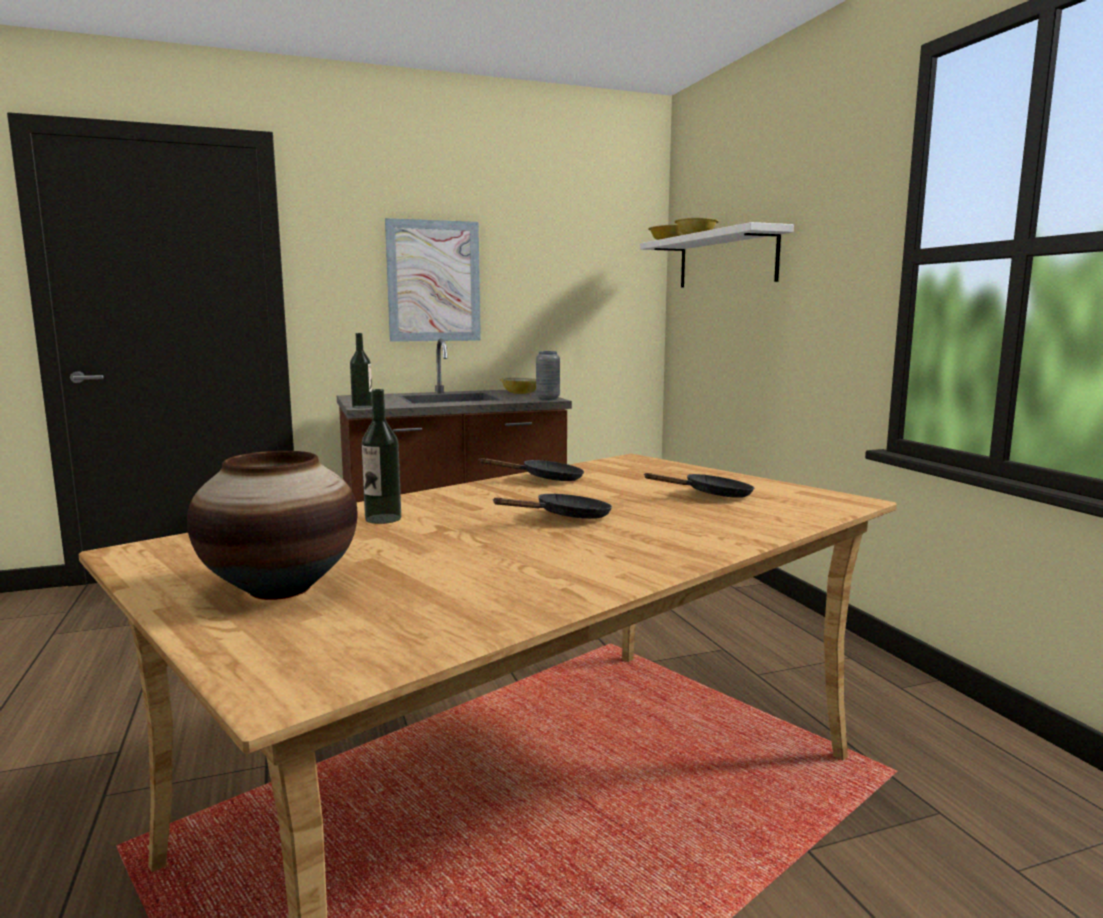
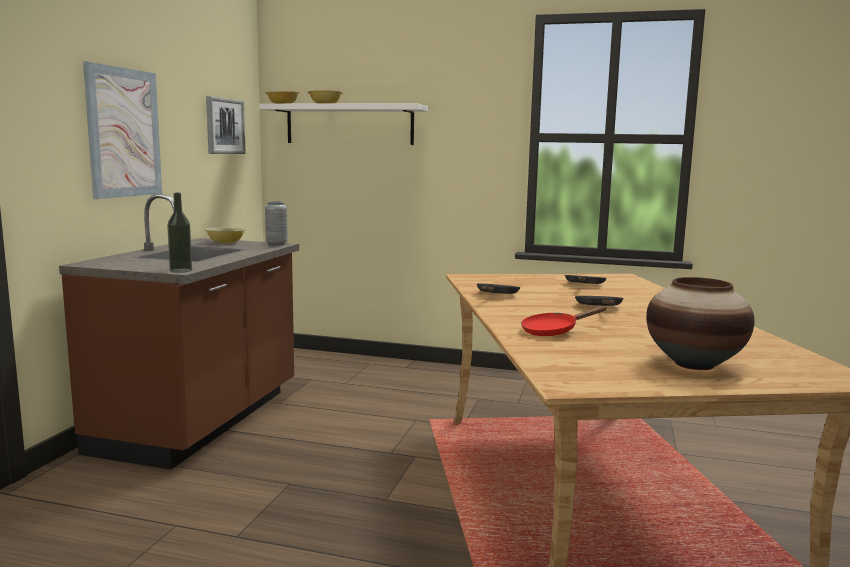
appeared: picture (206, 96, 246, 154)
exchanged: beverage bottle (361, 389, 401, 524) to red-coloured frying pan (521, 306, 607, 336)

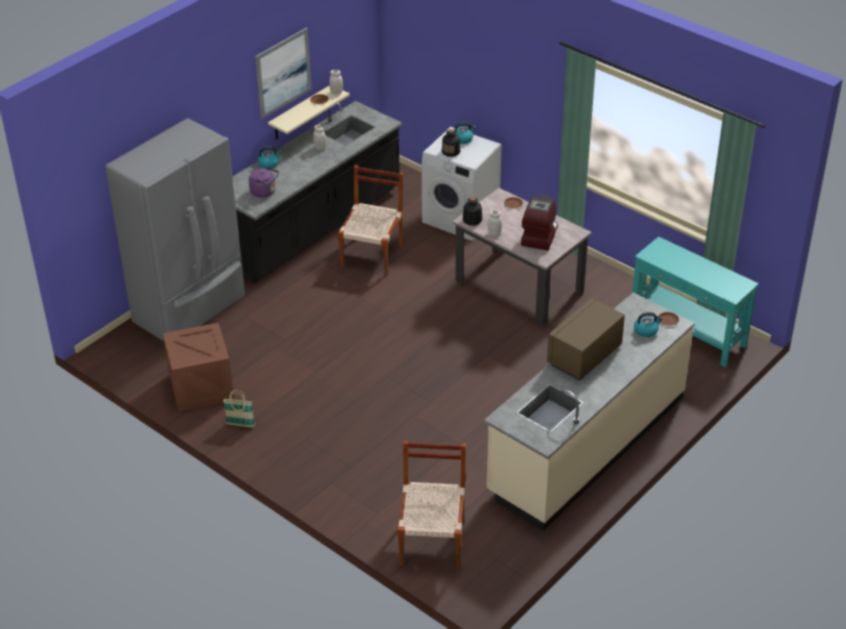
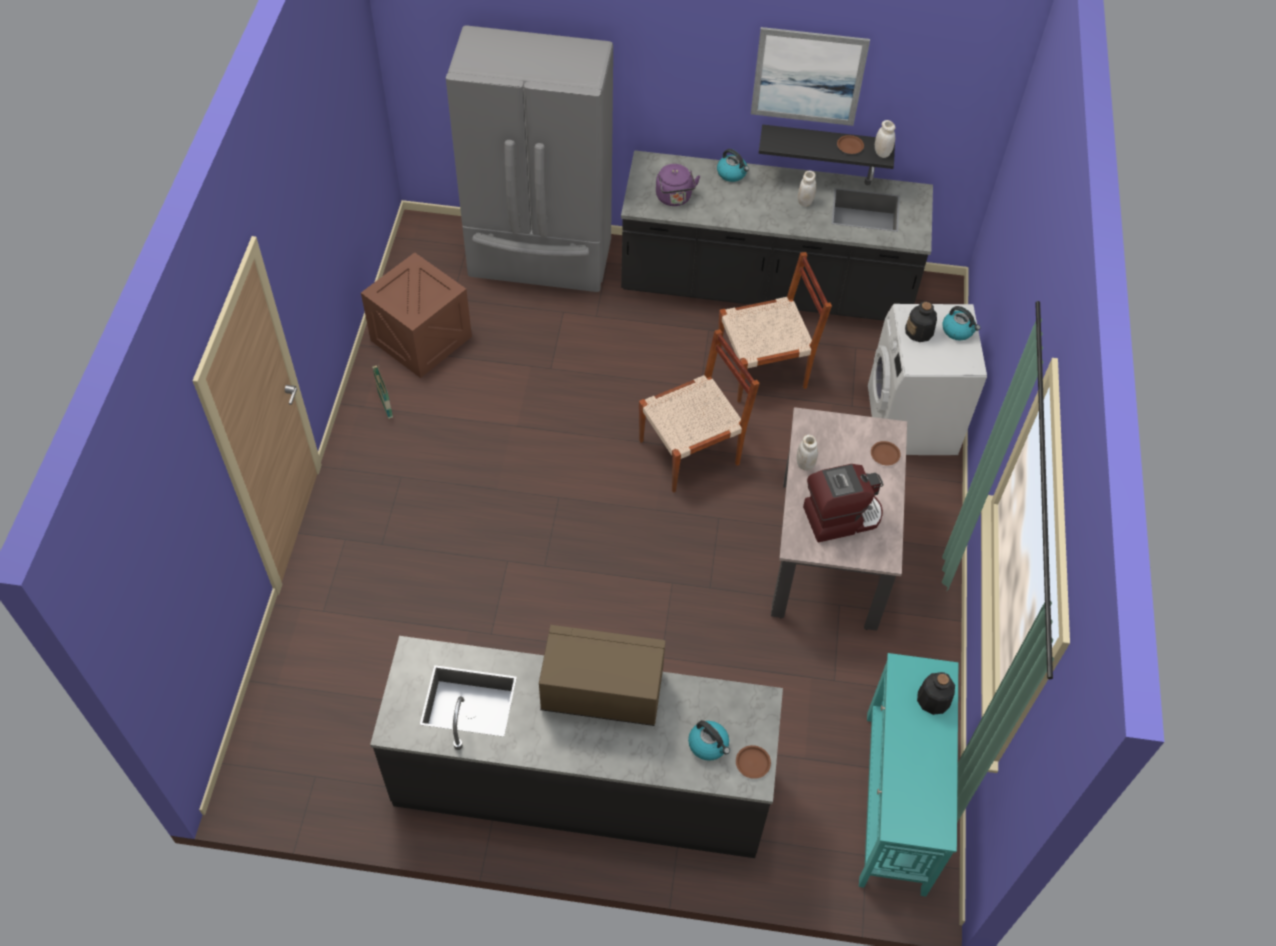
relocated: chair (398, 440, 466, 569) to (639, 329, 760, 493); beverage bottle (463, 197, 482, 226) to (917, 672, 955, 715)
colour: beige wall shelf (268, 86, 350, 139) to black-coloured wall shelf (759, 124, 895, 169); beige kitchen base unit (484, 293, 695, 531) to black-coloured kitchen base unit (370, 636, 783, 858)

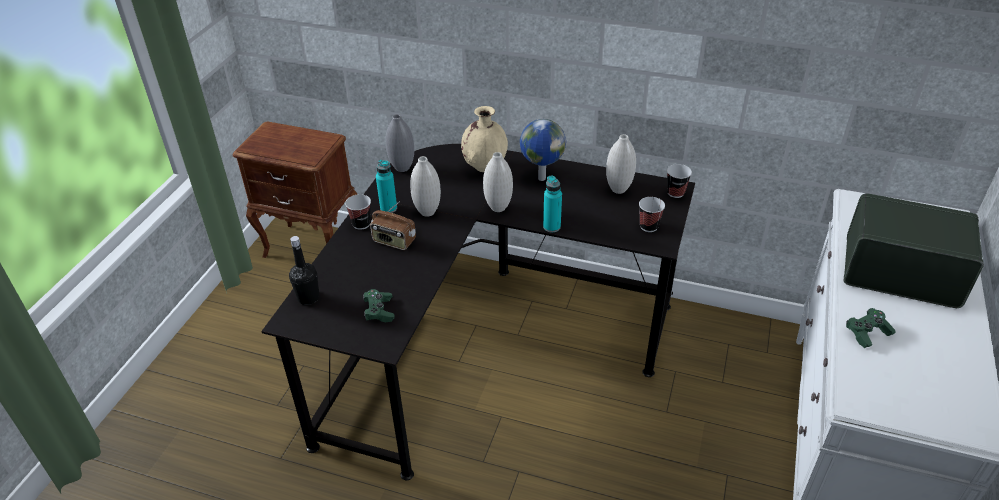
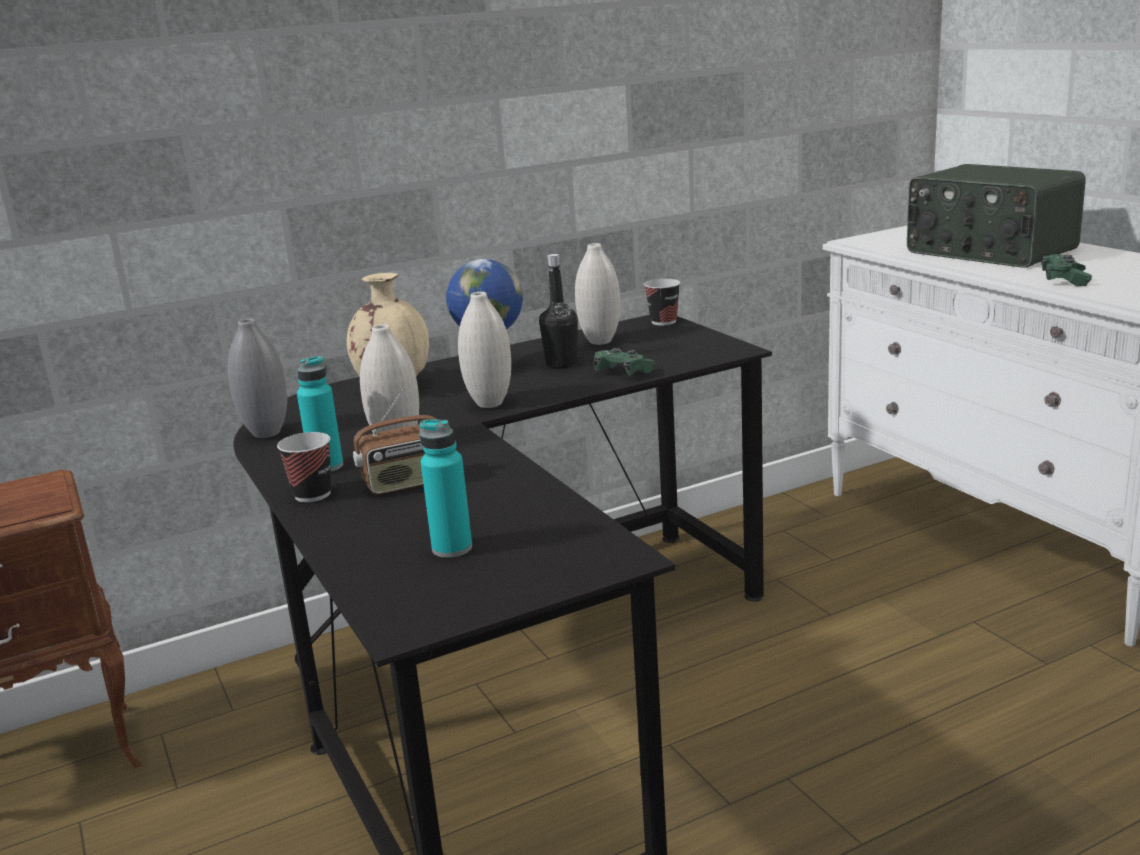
missing: drinking cup (639, 197, 665, 232)
relocated: black-coloured beverage bottle (289, 236, 319, 305) to (539, 254, 578, 368); green game controller (363, 289, 395, 322) to (593, 348, 655, 376); blue-green beverage bottle (543, 175, 562, 232) to (419, 419, 472, 558)
spun: radio (844, 193, 984, 308) = (907, 164, 1086, 268) 105 degrees counterclockwise

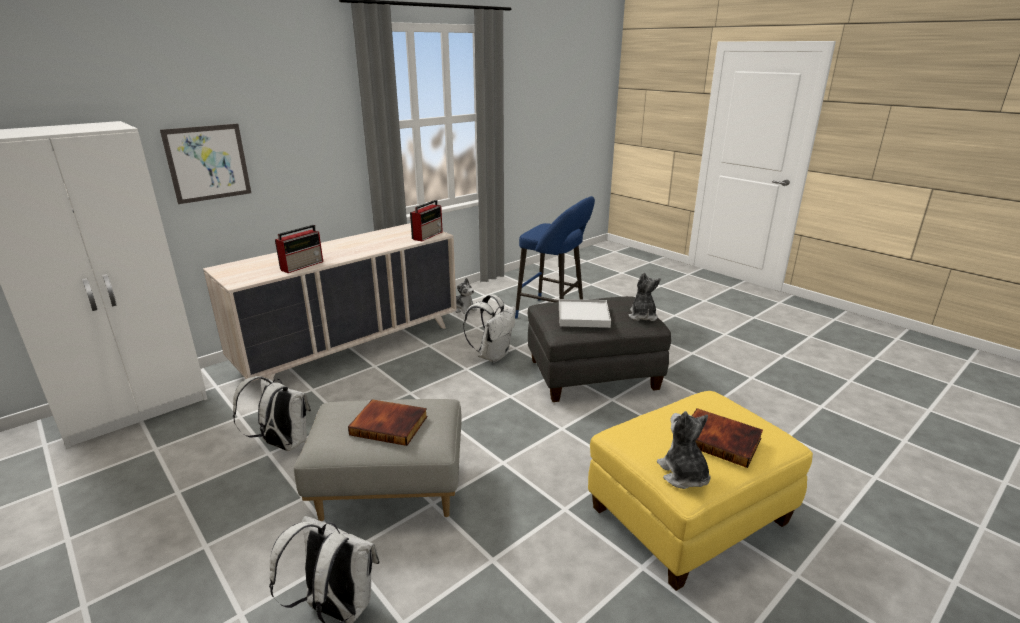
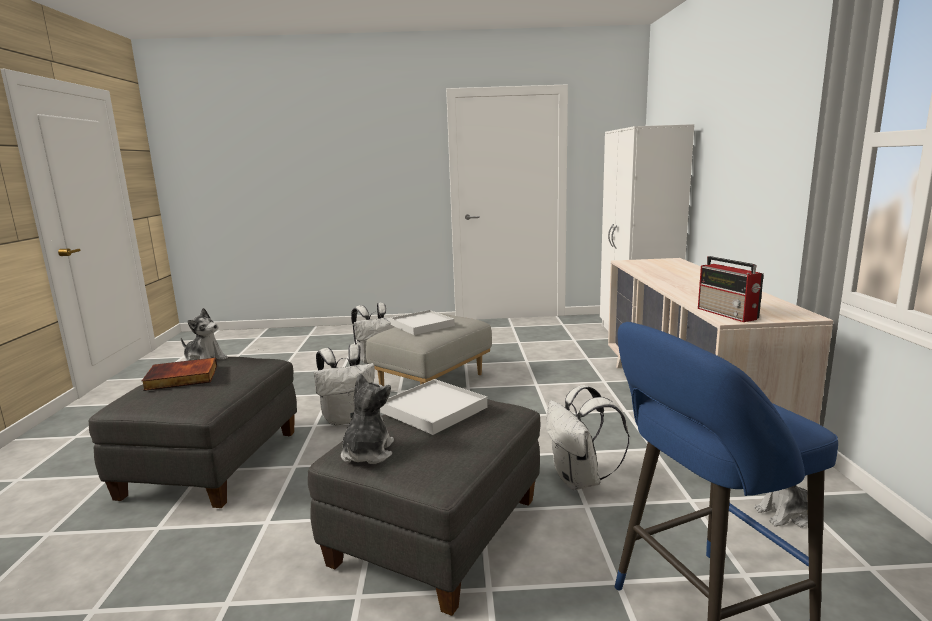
missing: picture (160, 124, 251, 204); radio (275, 225, 323, 273)
relocated: white-coloured rucksack (233, 376, 311, 451) to (314, 344, 375, 426)
exchanged: book (348, 399, 428, 446) to white-coloured carrying tray (390, 310, 455, 335)
colour: yellow-coloured pouffe (588, 391, 813, 591) to grey pouffe (88, 357, 297, 508)
spun: plush toy (629, 272, 661, 321) = (341, 373, 394, 464) 120 degrees counterclockwise

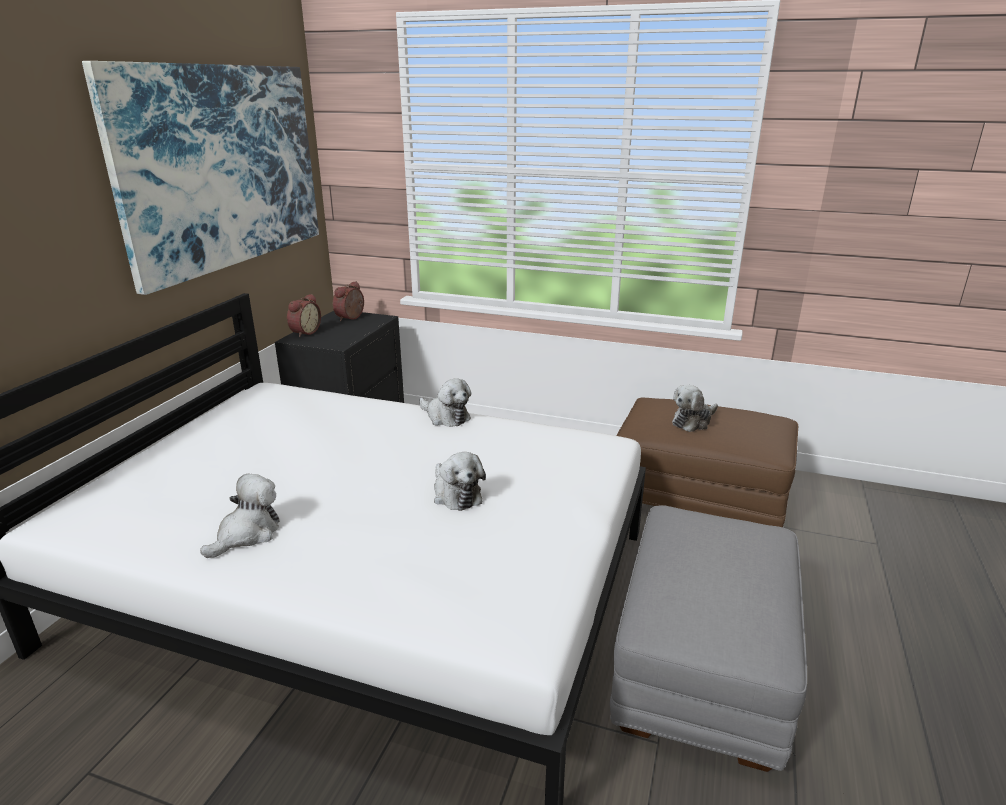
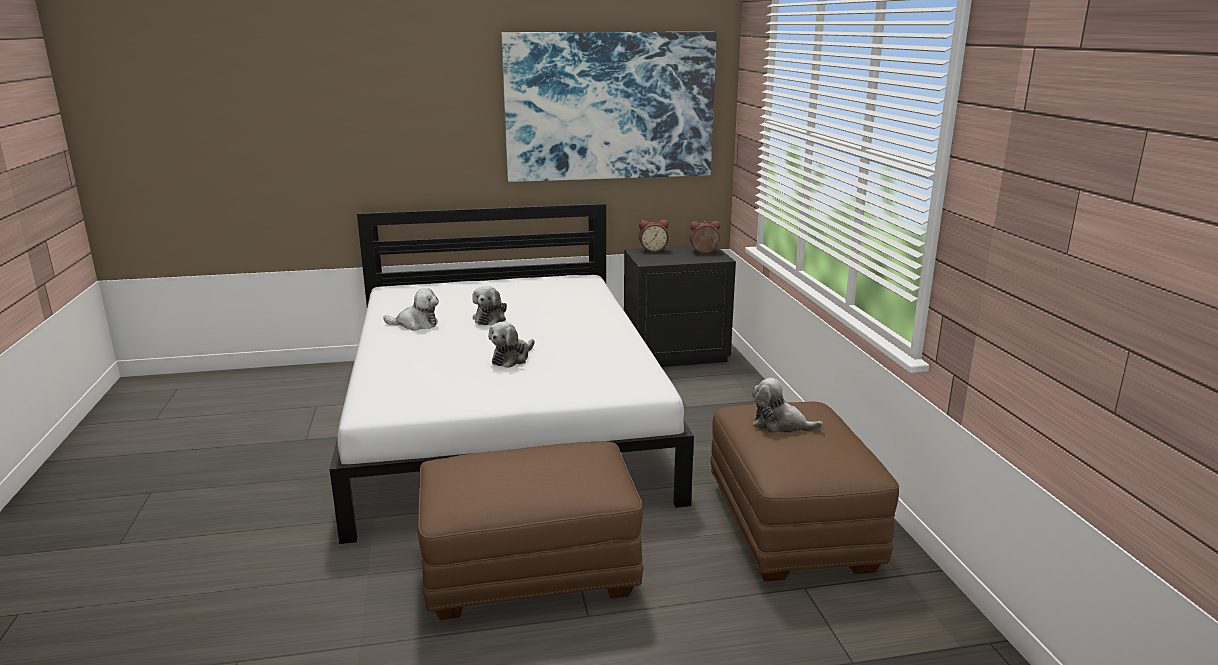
relocated: plush toy (419, 378, 471, 427) to (472, 286, 507, 325)
colour: grey pouffe (610, 506, 807, 772) to brown pouffe (418, 441, 643, 620)

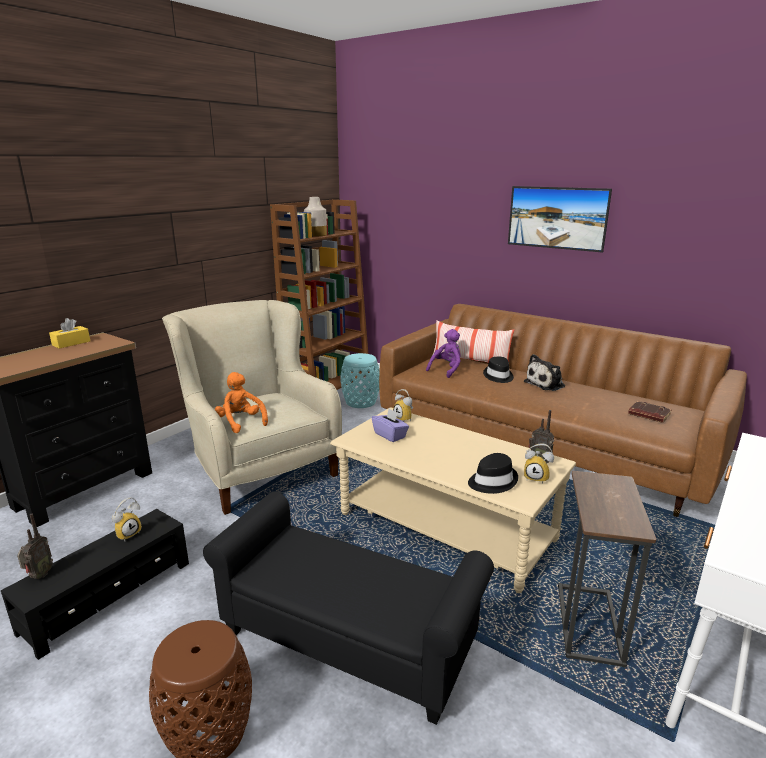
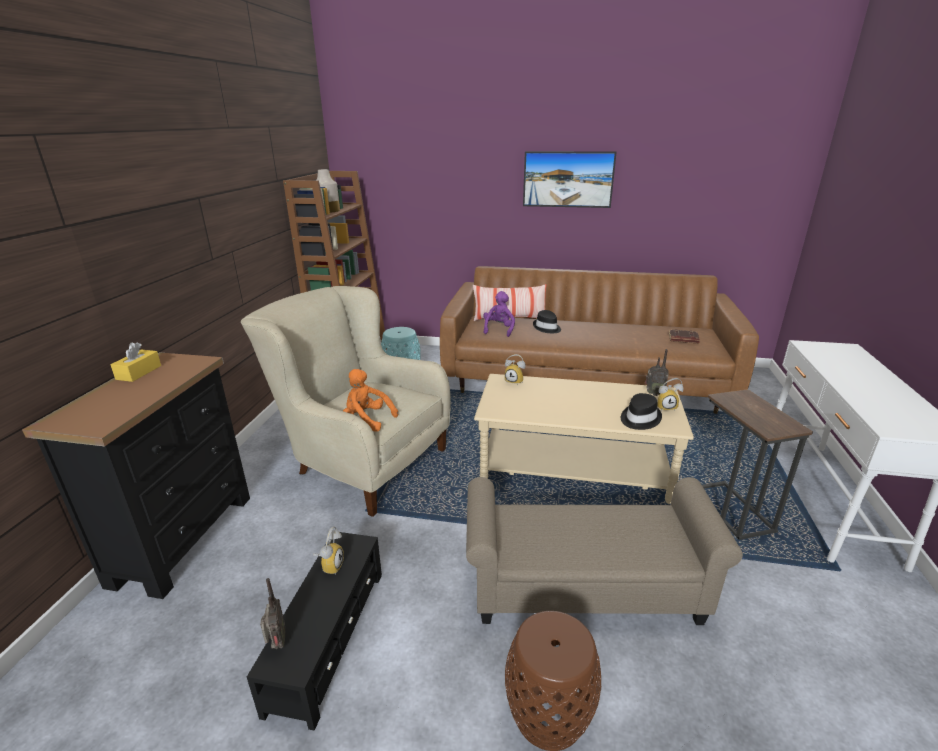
missing: purplish box of tissues (372, 409, 409, 442); plush toy (524, 354, 565, 391)
colour: black-coloured pouffe (203, 491, 494, 725) to beige pouffe (466, 477, 743, 625)

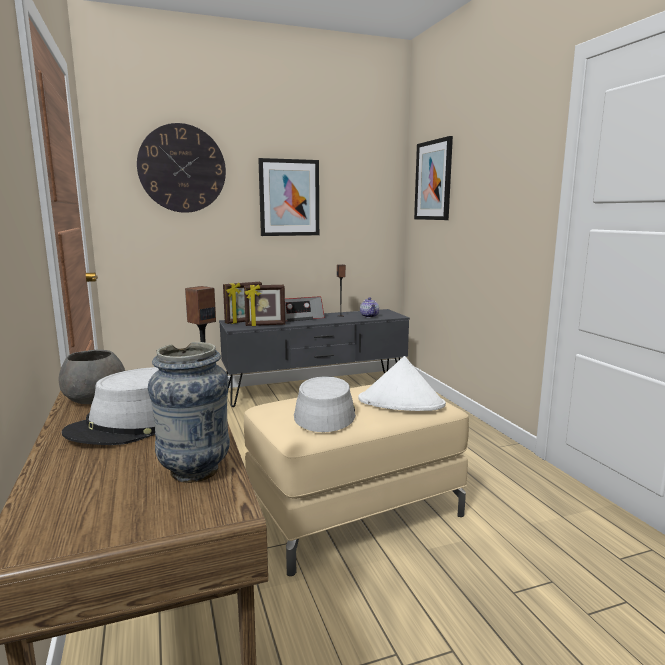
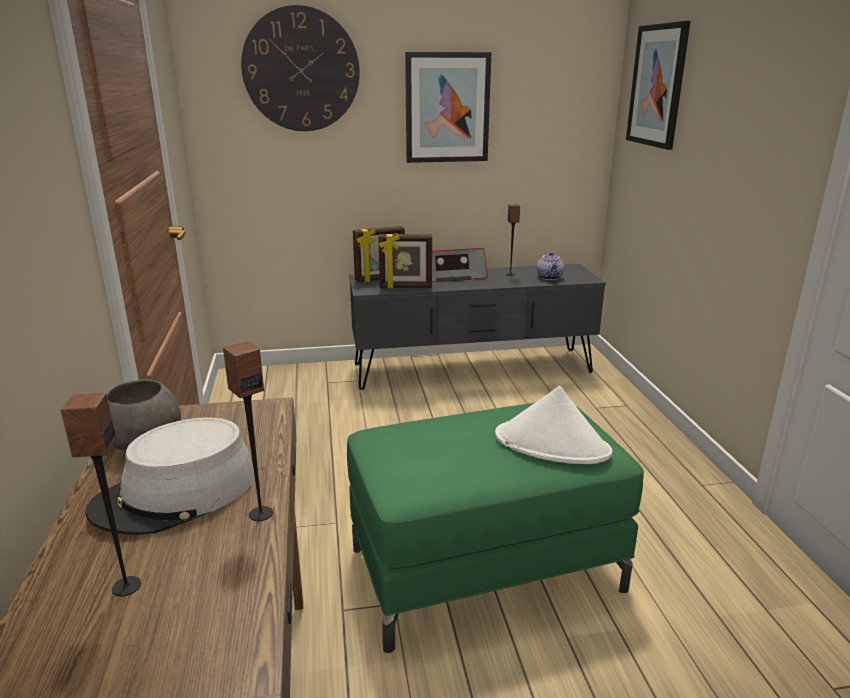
missing: flower vase (148, 342, 230, 483); grey wearable hat (294, 376, 356, 432)
appeared: loudspeaker (60, 393, 141, 597)
colour: beige pouffe (244, 385, 469, 576) to green pouffe (347, 403, 644, 653)

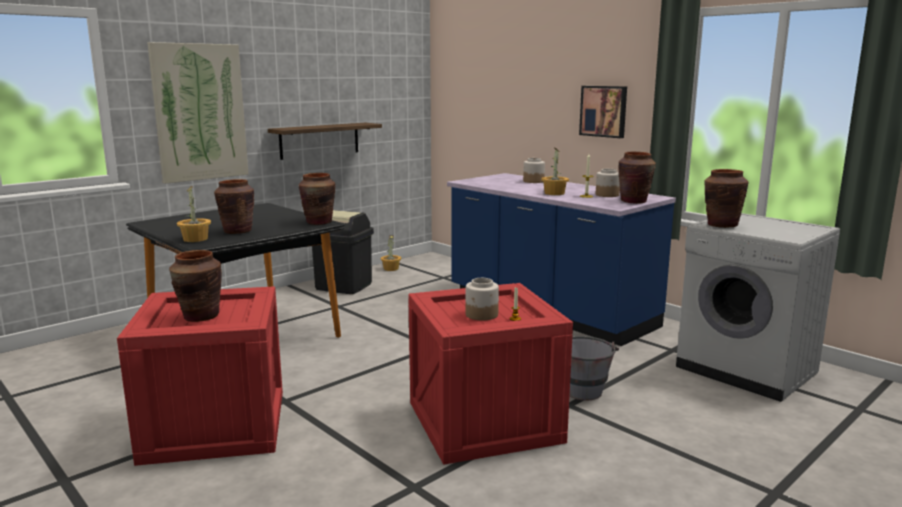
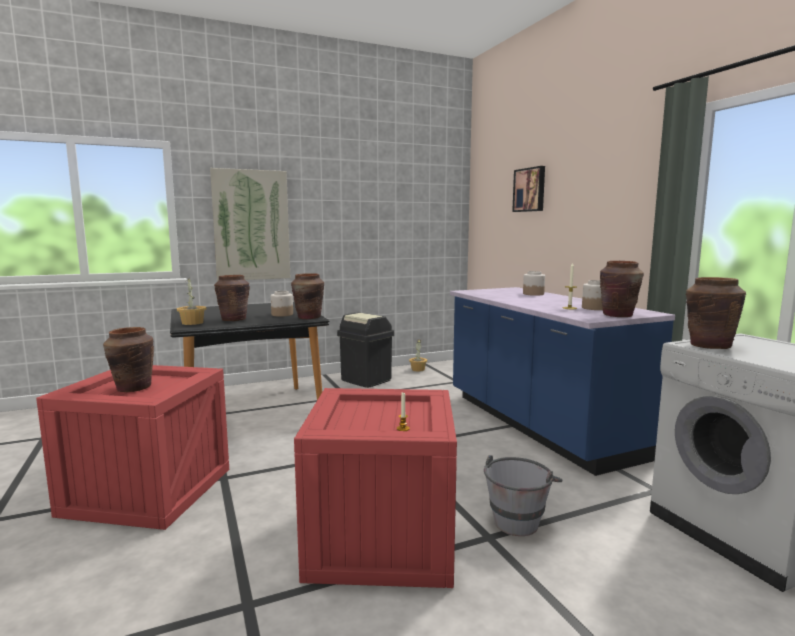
missing: wall shelf (268, 123, 382, 160); plant in a pot (541, 148, 569, 195)
relocated: jar (465, 278, 499, 321) to (271, 291, 293, 317); picture (579, 86, 627, 138) to (512, 166, 545, 212)

